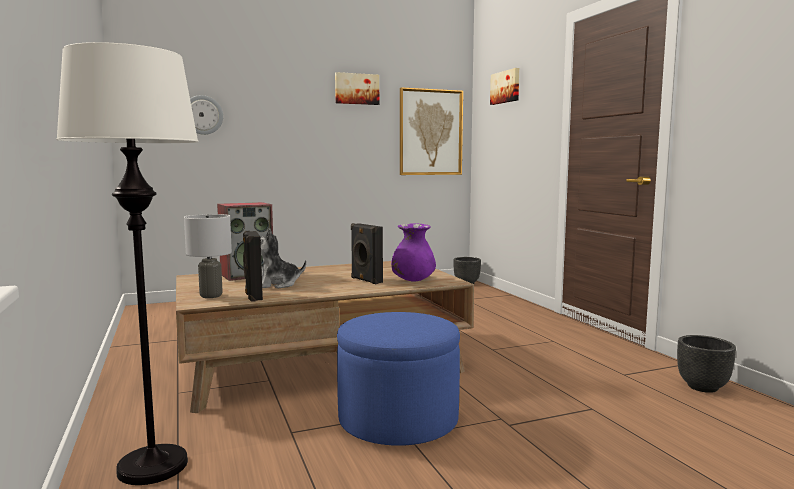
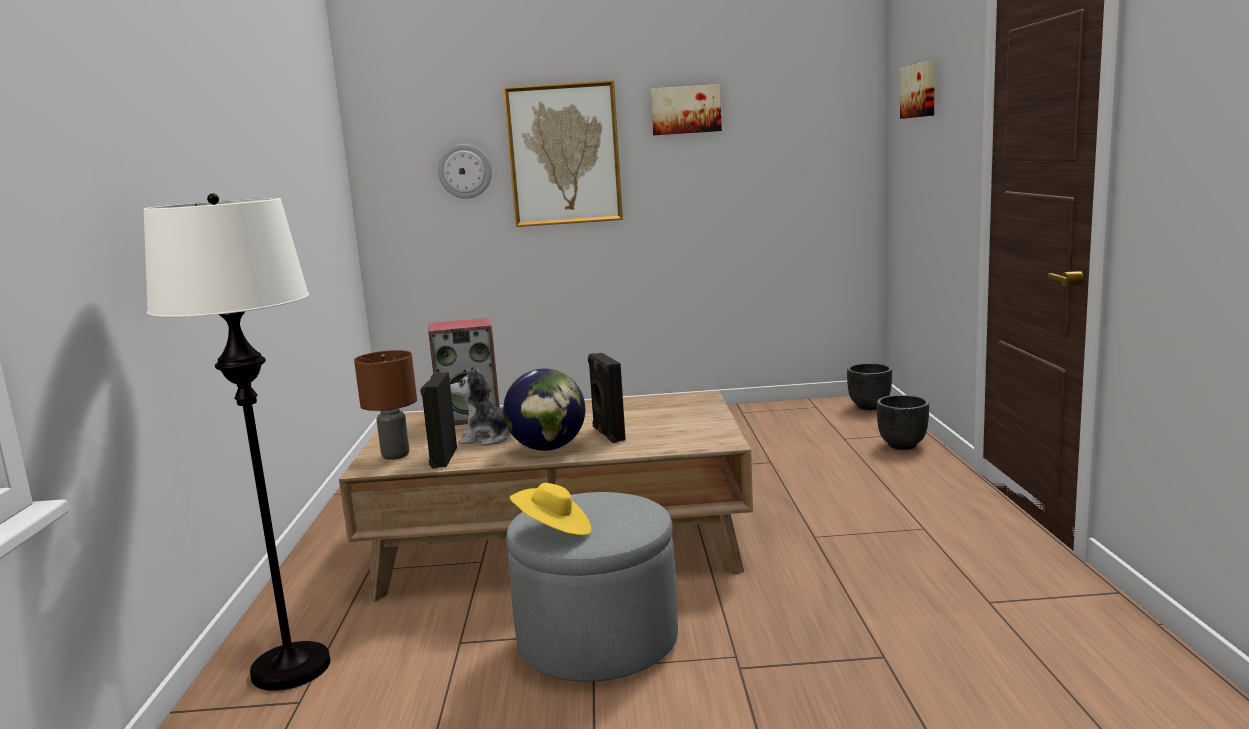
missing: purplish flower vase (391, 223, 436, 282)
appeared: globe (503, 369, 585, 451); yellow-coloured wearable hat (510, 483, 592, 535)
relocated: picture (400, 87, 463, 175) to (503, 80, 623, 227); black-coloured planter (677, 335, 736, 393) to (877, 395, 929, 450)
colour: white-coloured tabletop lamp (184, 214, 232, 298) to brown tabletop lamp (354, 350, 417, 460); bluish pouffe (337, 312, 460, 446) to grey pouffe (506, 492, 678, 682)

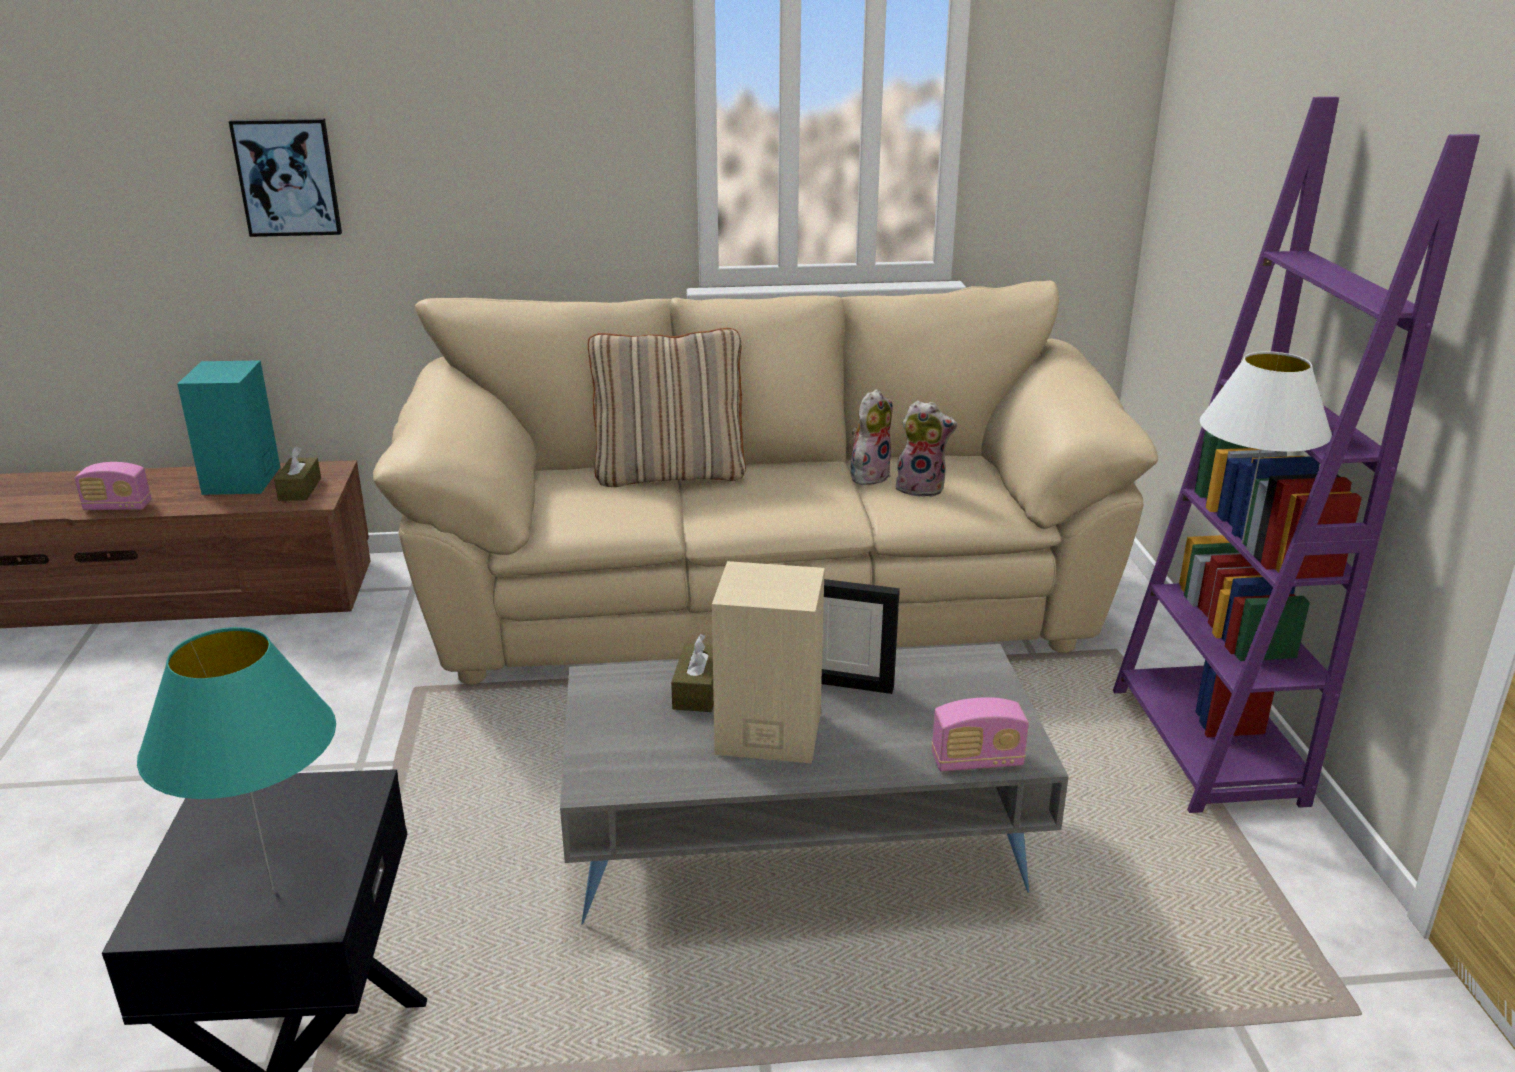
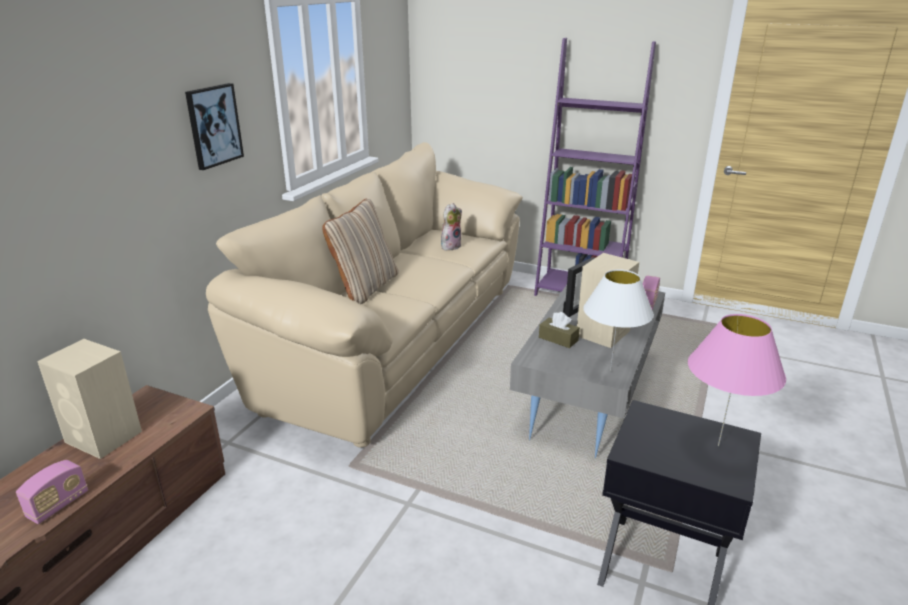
missing: brown box of tissues (274, 447, 321, 501); plush toy (851, 389, 892, 486)
relocated: picture (229, 118, 342, 237) to (185, 83, 244, 170); white-coloured tabletop lamp (1200, 351, 1332, 544) to (583, 269, 654, 372)
colour: blue-green tabletop lamp (137, 627, 336, 890) to pink-coloured tabletop lamp (688, 314, 786, 446); blue-green loudspeaker (177, 360, 280, 495) to beige loudspeaker (37, 339, 142, 459)

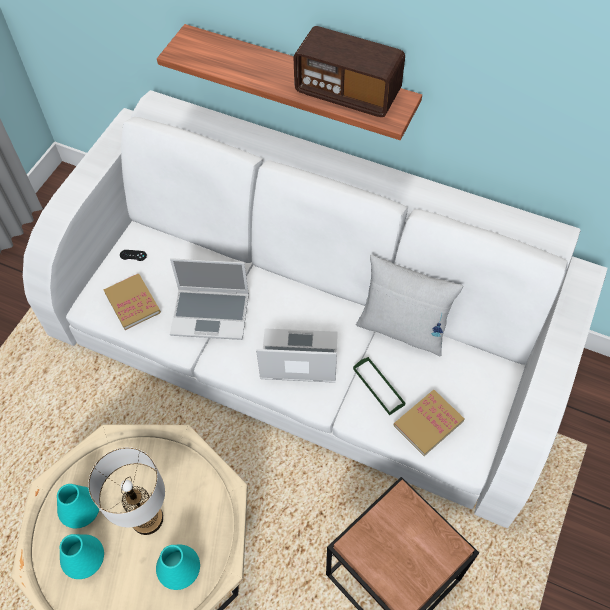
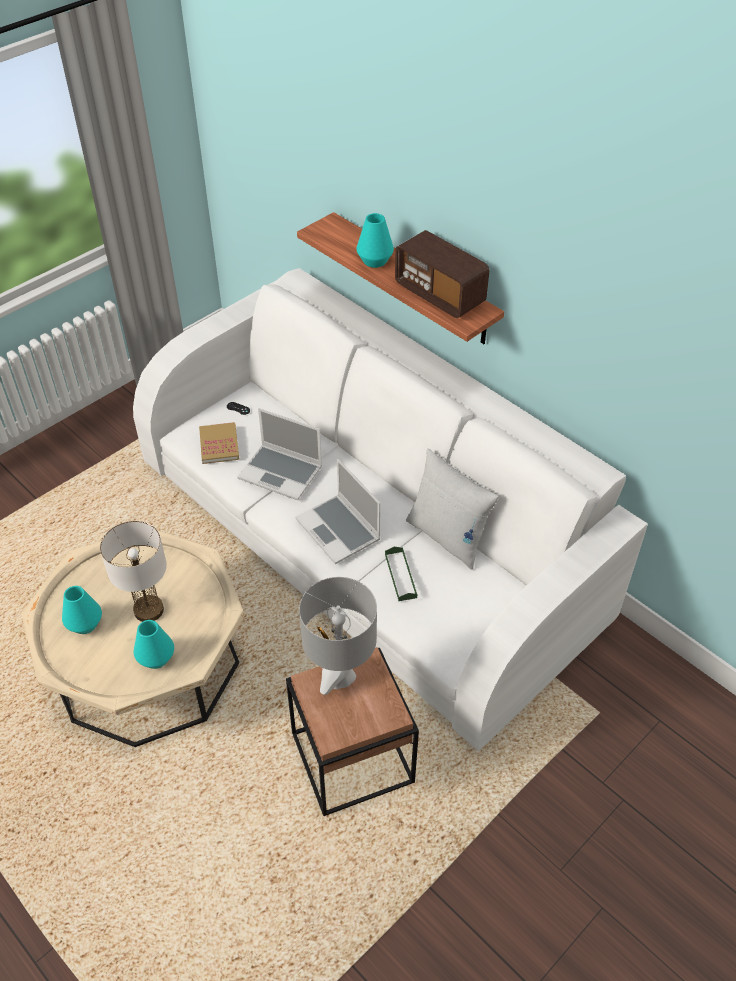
missing: book (394, 390, 465, 456)
appeared: grey tabletop lamp (299, 577, 377, 695)
relocated: blue-green flower vase (57, 484, 99, 528) to (356, 213, 394, 268)
spun: portable computer (256, 329, 338, 383) = (295, 459, 380, 564) 150 degrees counterclockwise

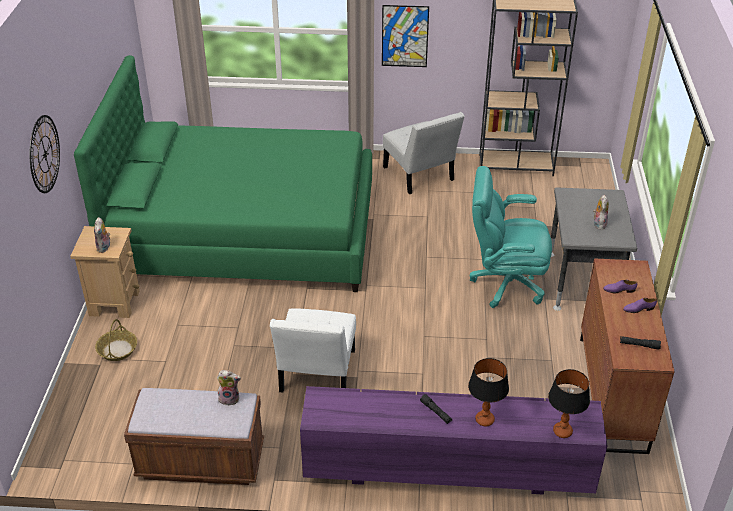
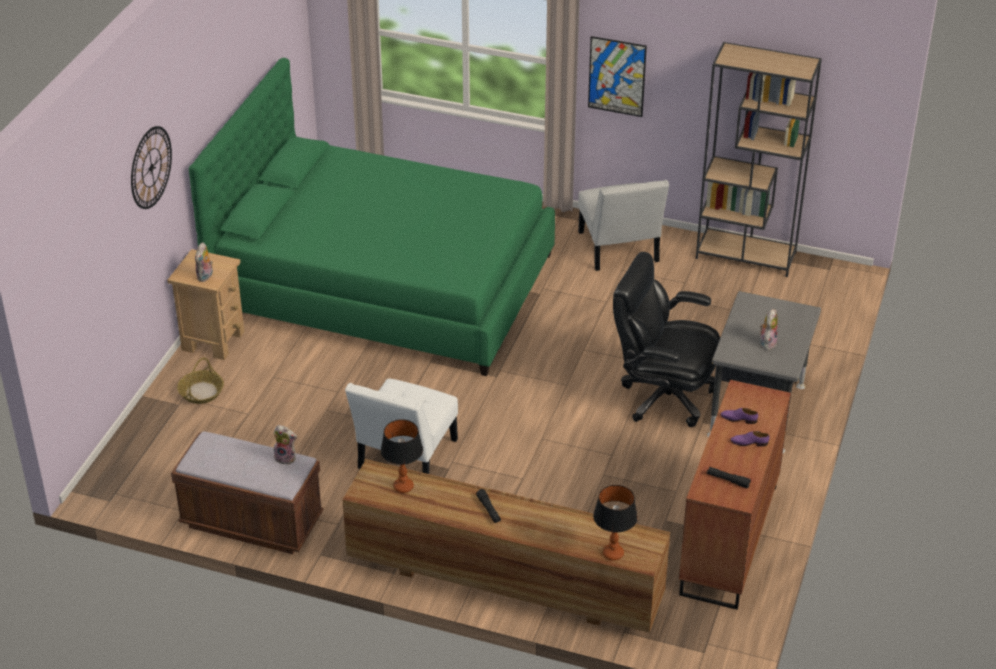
relocated: tabletop lamp (468, 358, 509, 426) to (381, 419, 423, 493)
colour: purplish cabinet (300, 386, 608, 495) to brown cabinet (343, 459, 670, 633); blue-green computer chair (470, 166, 552, 308) to black-coloured computer chair (613, 252, 720, 427)

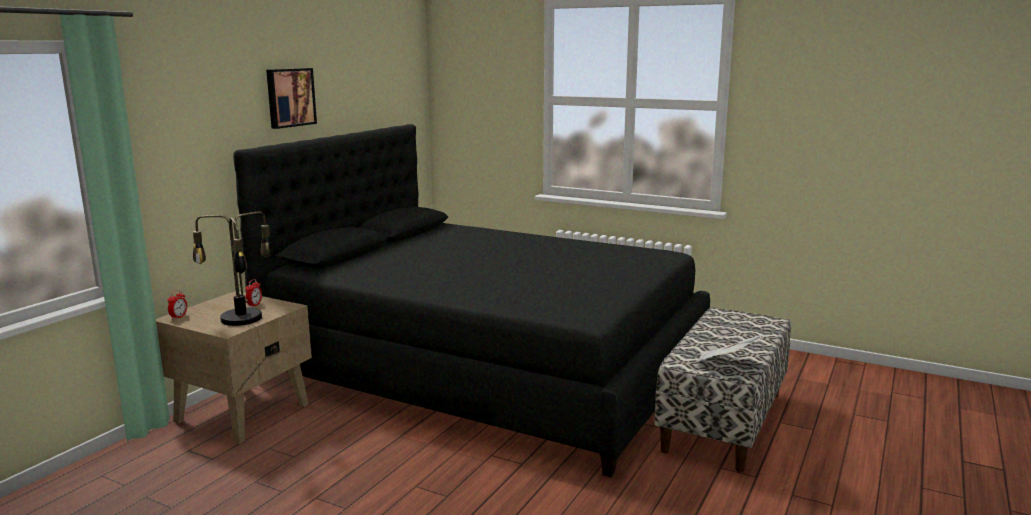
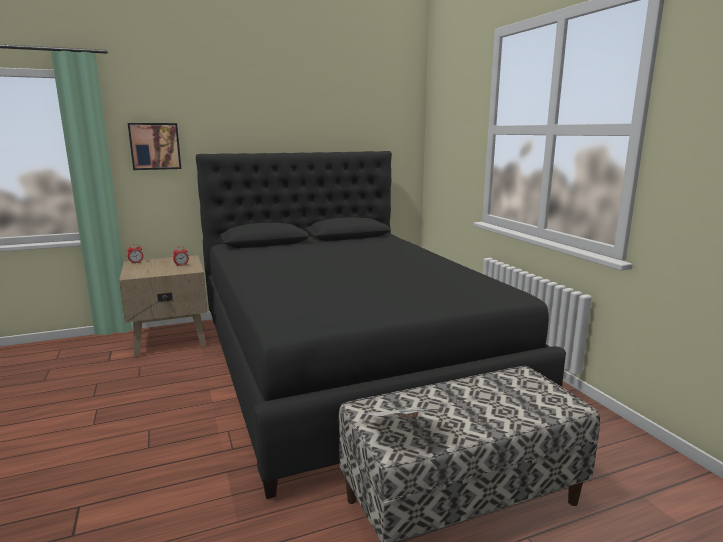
missing: tabletop lamp (193, 212, 273, 326)
relocated: picture (266, 68, 317, 129) to (128, 123, 181, 170)

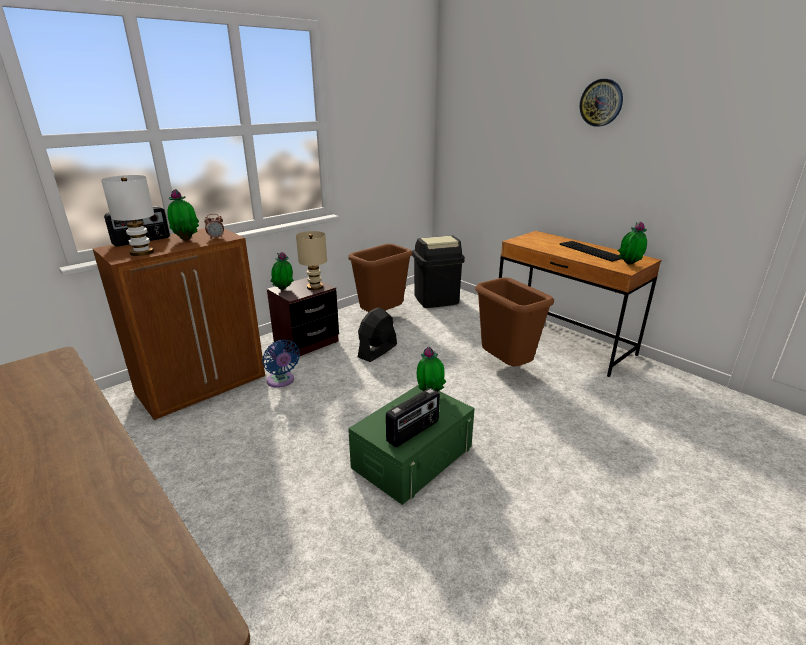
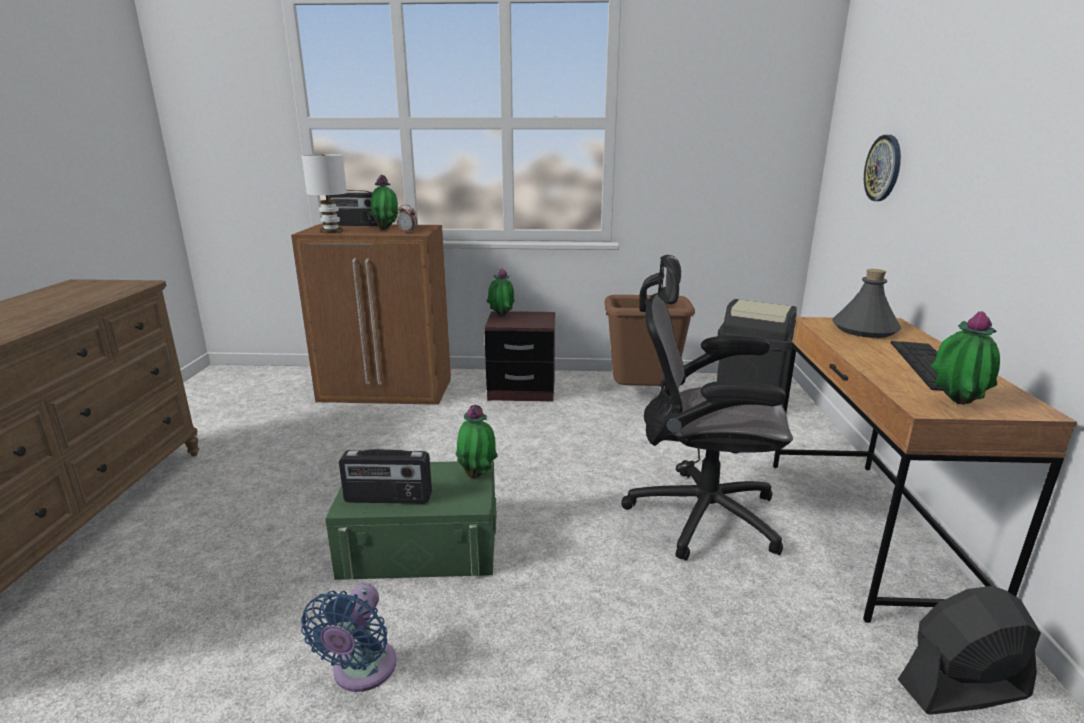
missing: beige tabletop lamp (296, 231, 327, 290)
appeared: grey beverage bottle (832, 269, 901, 338)
relocated: bluish electric fan (262, 339, 300, 388) to (301, 584, 397, 692); black-coloured electric fan (358, 308, 397, 362) to (898, 586, 1041, 715); clock on the wall (580, 79, 623, 127) to (864, 135, 901, 201)
exchanged: brown waste bin (475, 277, 554, 366) to computer chair (621, 255, 793, 561)

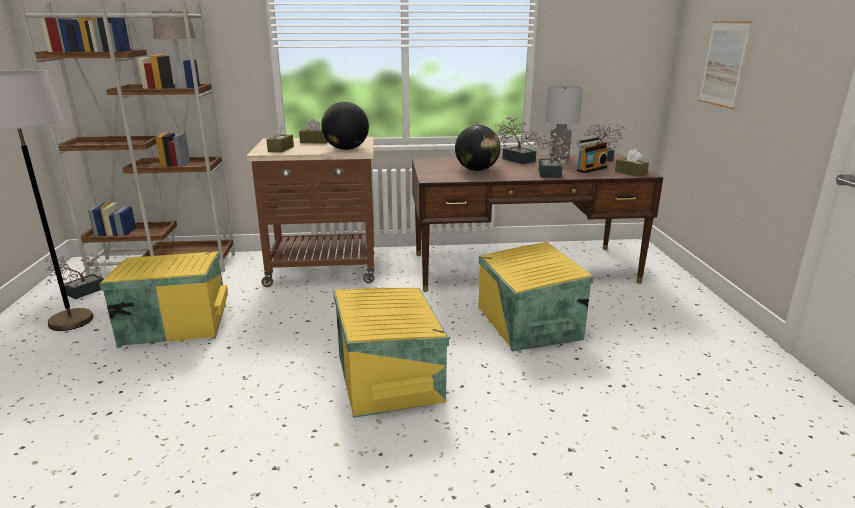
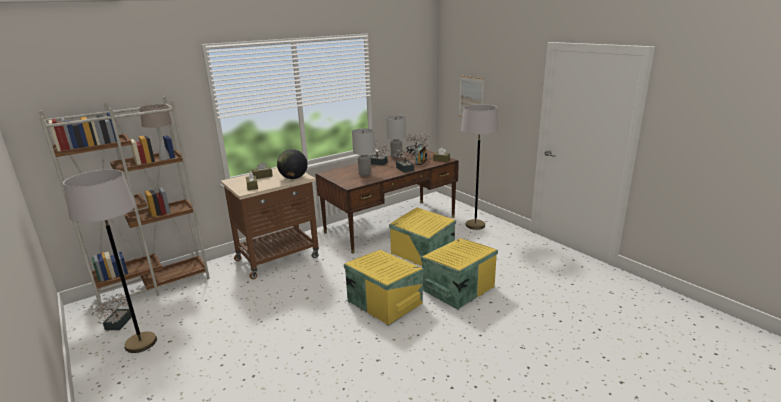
appeared: grey standing lamp (461, 104, 499, 230)
relocated: yellow-coloured storage container (99, 251, 228, 348) to (421, 238, 498, 310)
exchanged: globe (455, 125, 500, 171) to grey tabletop lamp (352, 128, 375, 176)

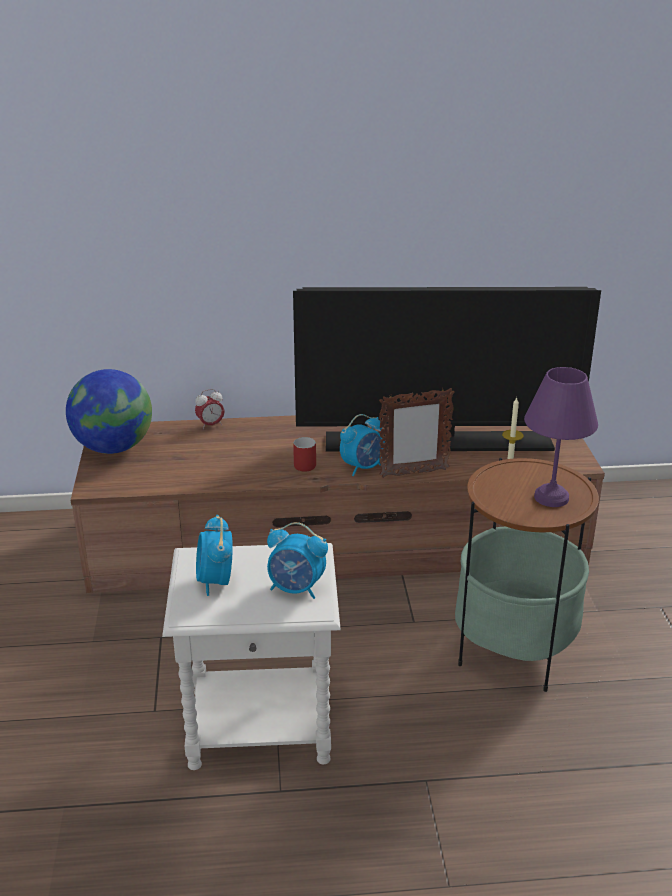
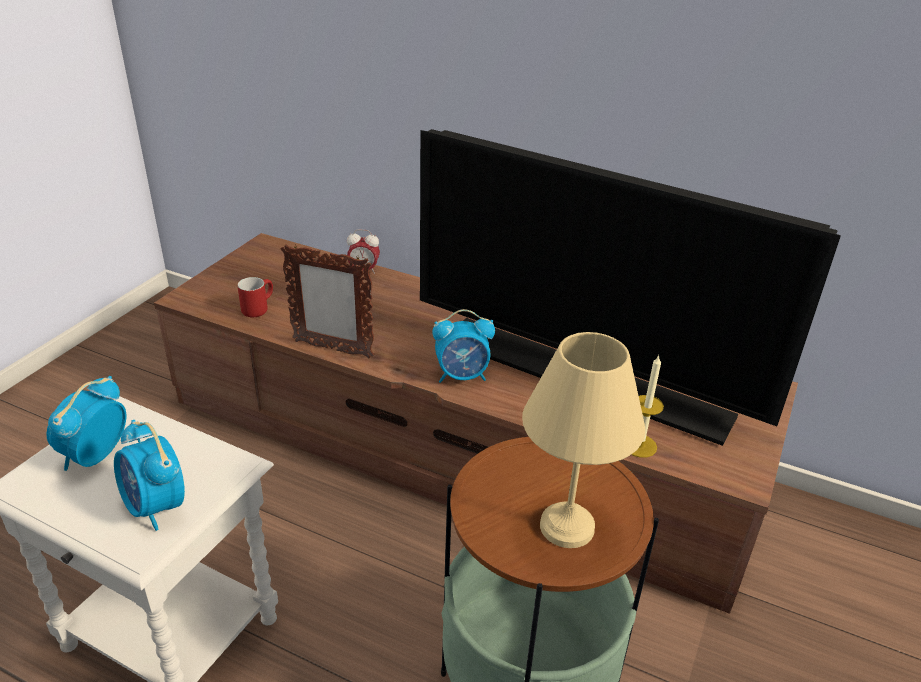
missing: globe (66, 369, 152, 454)
relocated: red-coloured tea mug (293, 437, 316, 472) to (238, 277, 273, 317); standing frame (379, 388, 455, 478) to (281, 244, 374, 358)
colour: purplish tabletop lamp (524, 367, 598, 507) to beige tabletop lamp (522, 332, 645, 548)

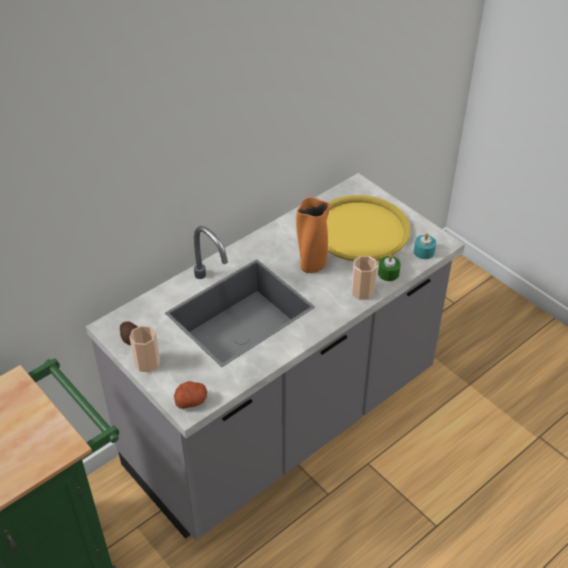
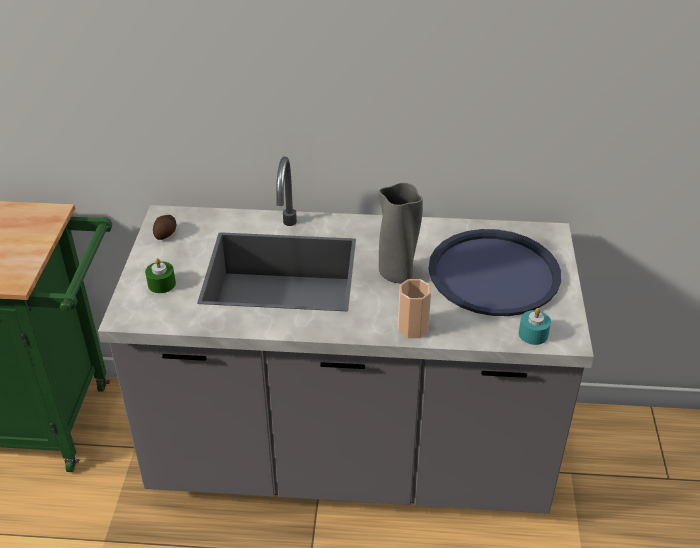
missing: drinking cup (129, 326, 160, 373); whole potato (174, 381, 207, 409)
relocated: green candle (378, 255, 401, 281) to (145, 258, 176, 293)
colour: orange-coloured flower vase (296, 197, 331, 273) to grey flower vase (379, 183, 423, 283); yellow-coloured carrying tray (327, 195, 410, 261) to bluish carrying tray (429, 229, 561, 316)

